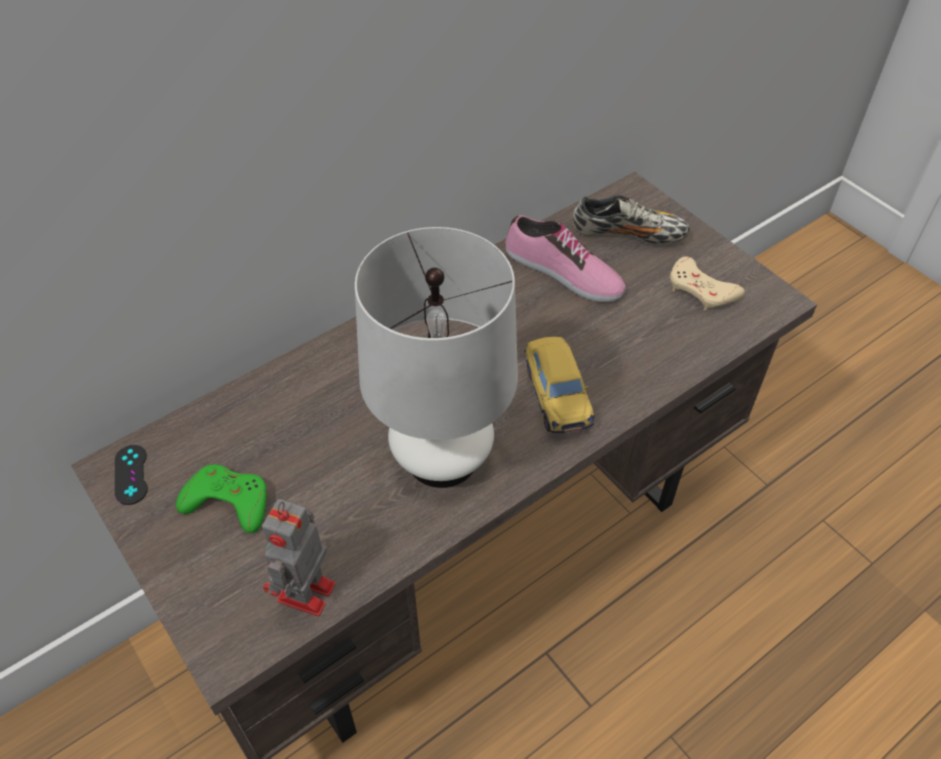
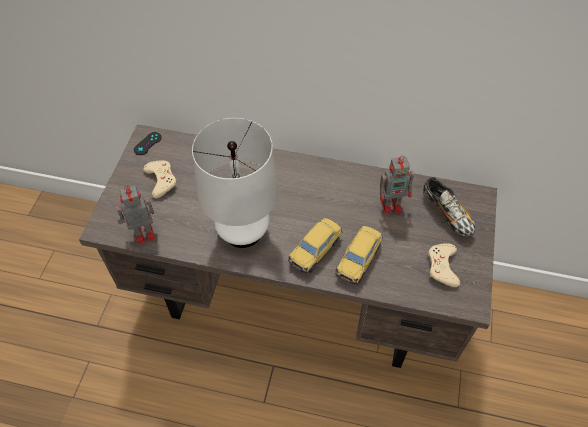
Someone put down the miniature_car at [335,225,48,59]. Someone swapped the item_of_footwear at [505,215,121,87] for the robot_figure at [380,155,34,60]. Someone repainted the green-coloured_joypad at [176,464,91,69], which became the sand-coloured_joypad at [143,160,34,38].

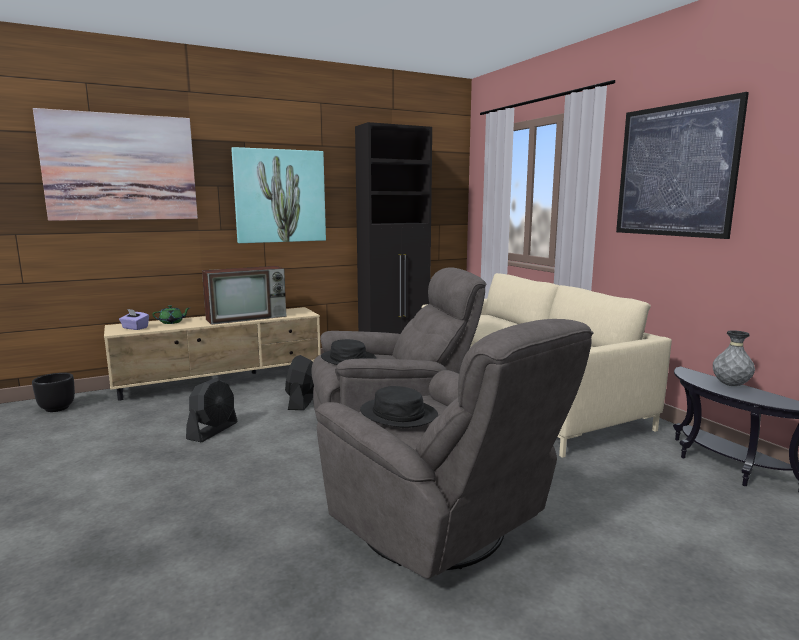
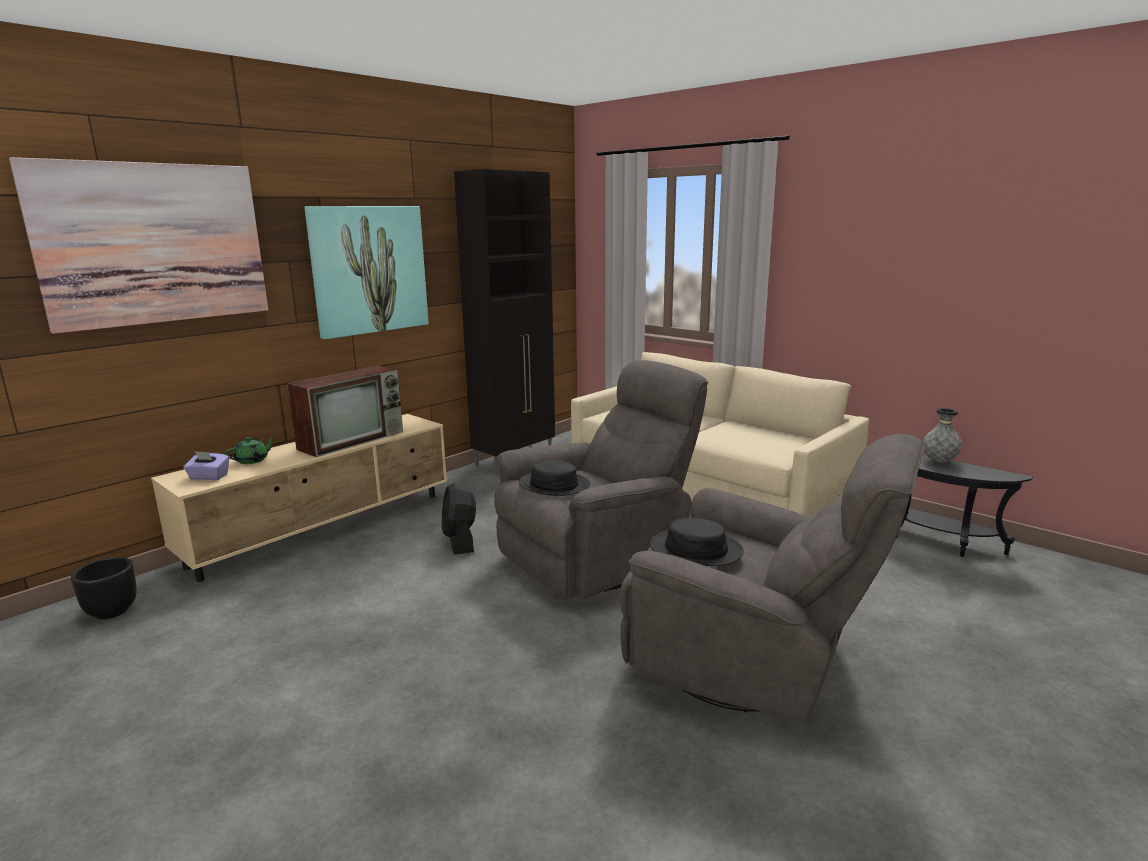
Someone took away the black-coloured_electric_fan at [186,378,51,64]. Someone took away the wall_picture at [616,92,133,147].

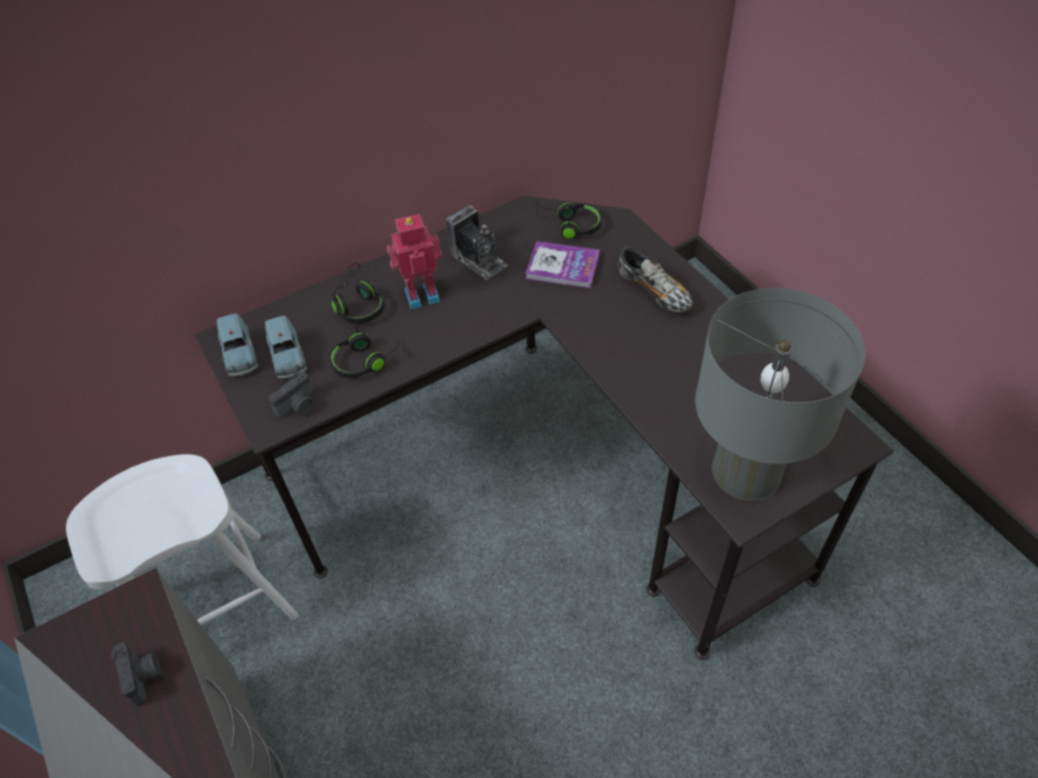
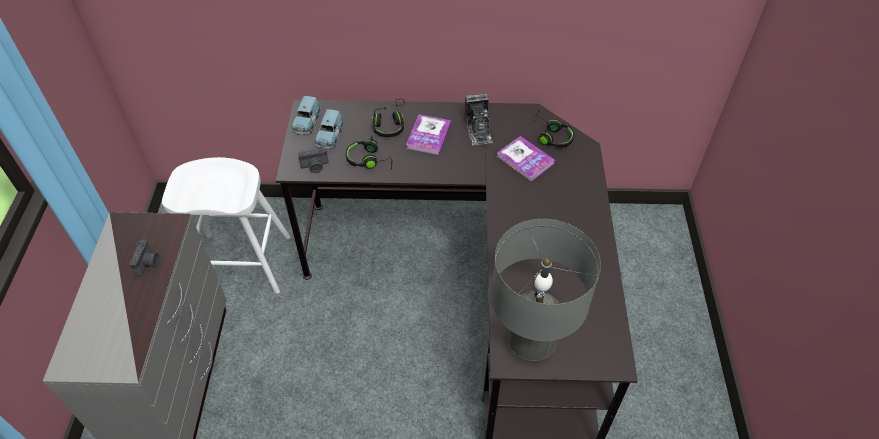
Someone took away the item_of_footwear at [618,246,75,67]. Someone swapped the robot_figure at [387,214,55,95] for the bound_book at [406,114,45,41].

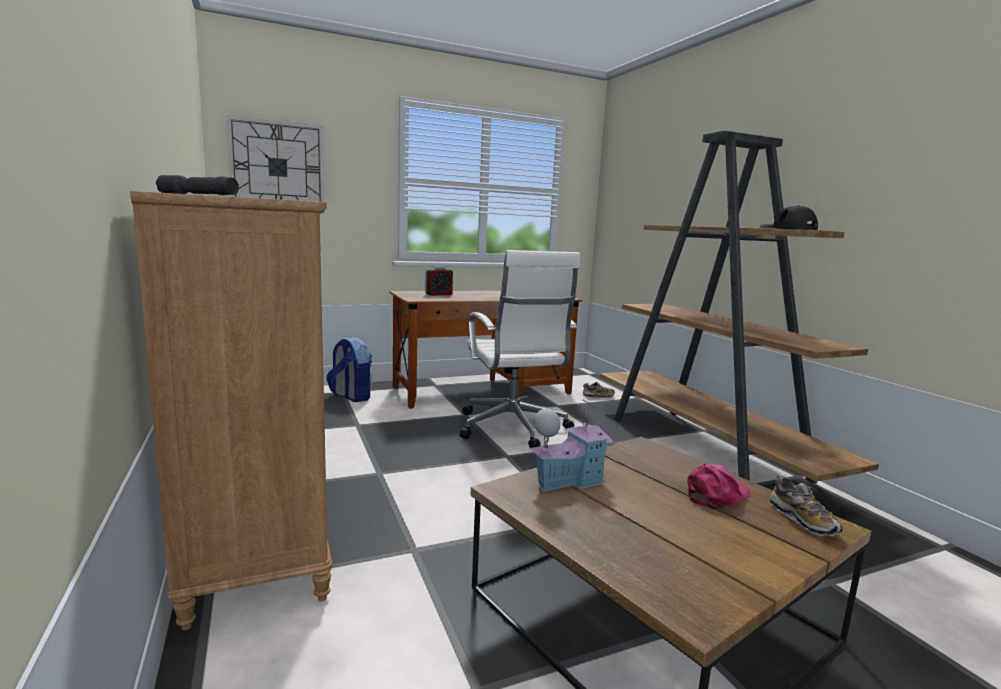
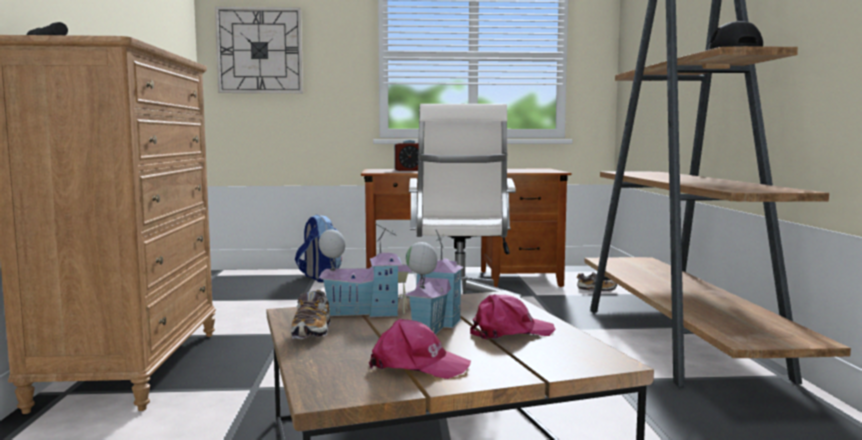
Someone put down the pinkish_baseball_cap at [369,319,102,60]. Someone put down the model_house at [405,230,58,105]. Someone carried the item_of_footwear from [770,475,72,62] to [291,290,40,49].

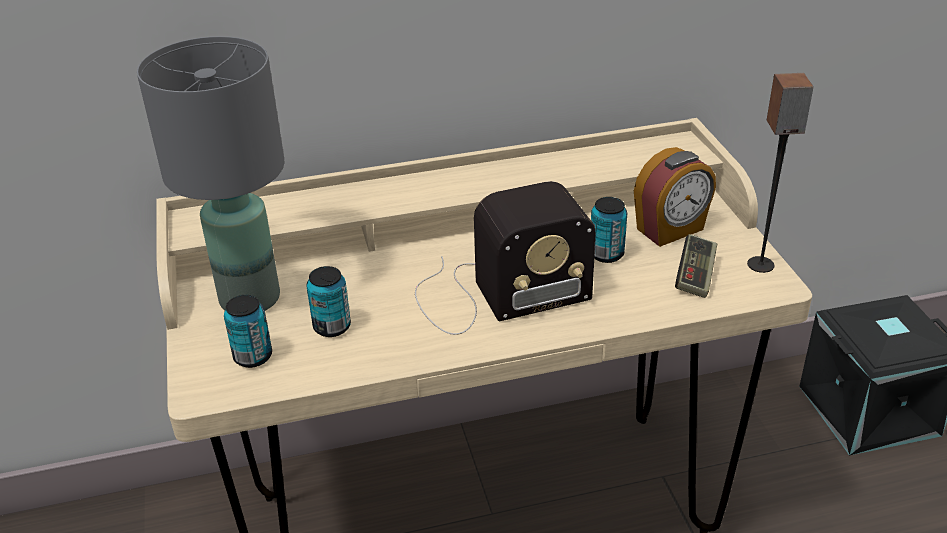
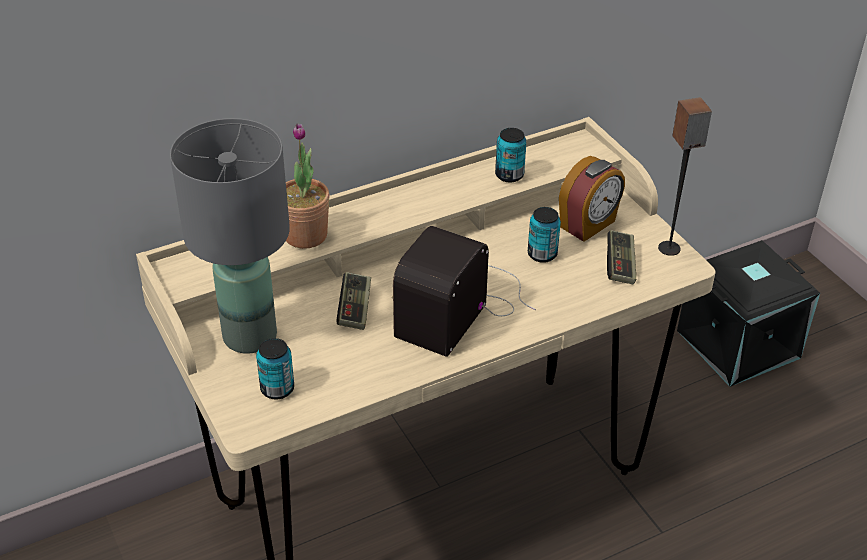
Someone put down the plant_in_a_pot at [286,123,44,126]. Someone put down the joypad at [337,272,34,58]. Someone carried the metal_can from [307,266,44,71] to [495,128,32,55]. Someone rotated the radio_set at [415,181,181,154] by 150 degrees clockwise.

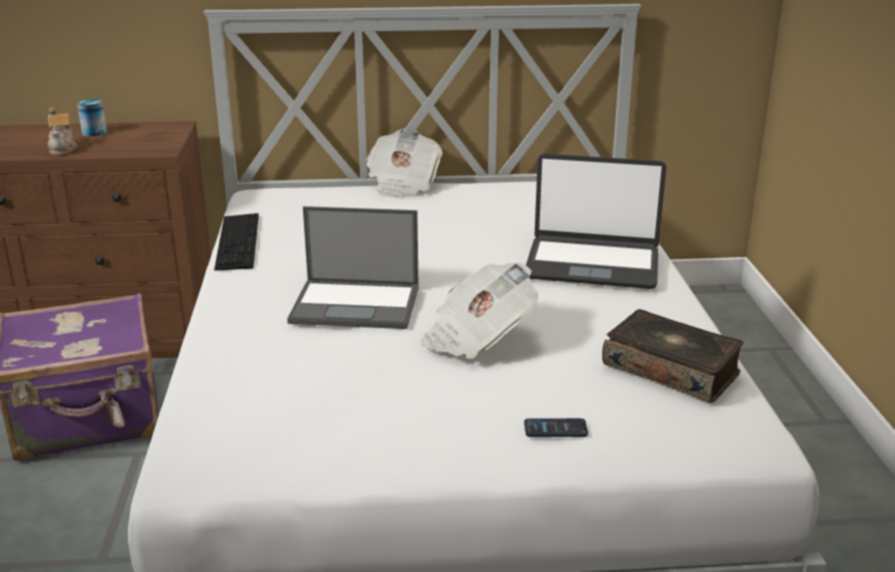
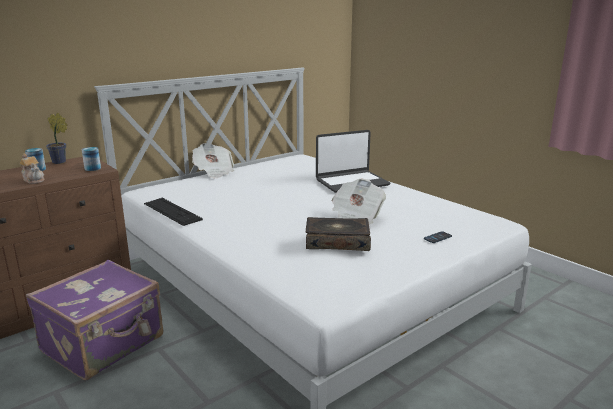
Someone took away the laptop at [287,206,132,123]. Someone put down the plant_in_a_pot at [46,113,21,51]. Someone put down the metal_can at [82,147,19,24]. Someone carried the bound_book from [602,309,142,94] to [306,217,65,34].

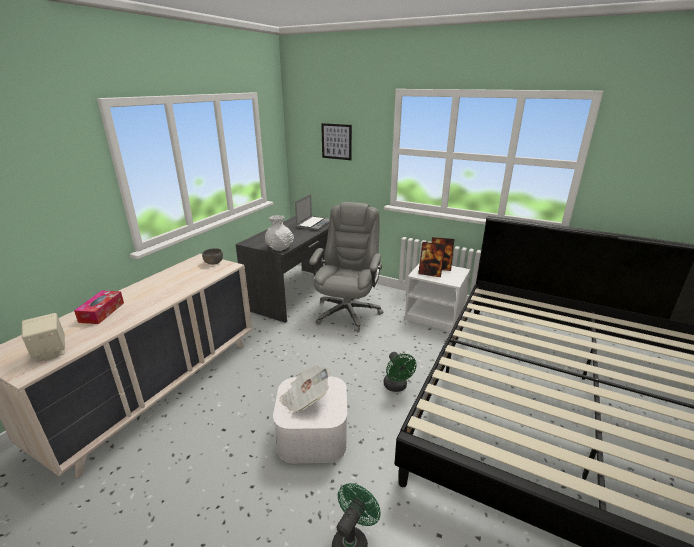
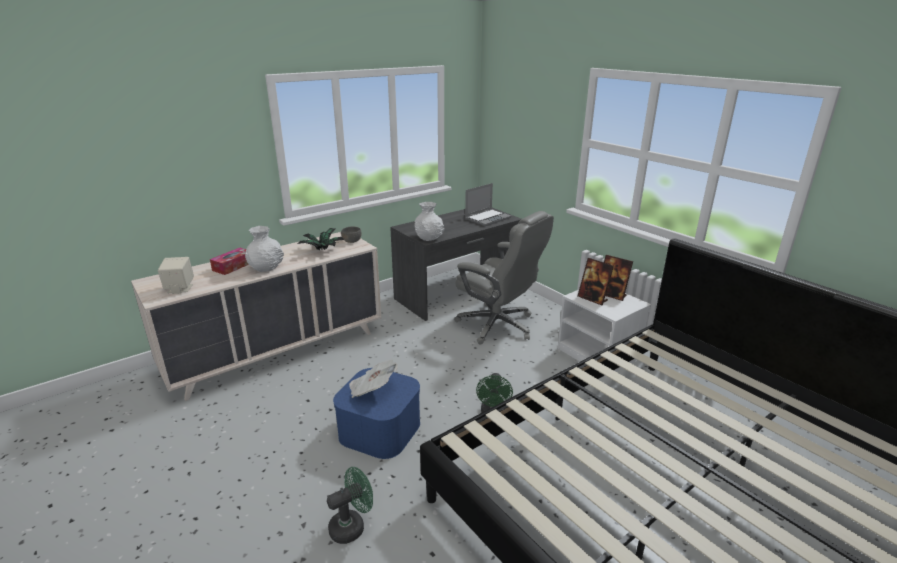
Someone took away the wall_picture at [321,123,31,37]. Someone put down the white_vase at [245,226,39,46]. Someone put down the plant_in_a_pot at [297,228,47,22]. Someone repainted the white_storage_bin at [273,376,74,87], which became the blue_storage_bin at [333,368,87,91]. Someone rotated the greyish_computer_chair at [309,202,75,130] by 90 degrees clockwise.

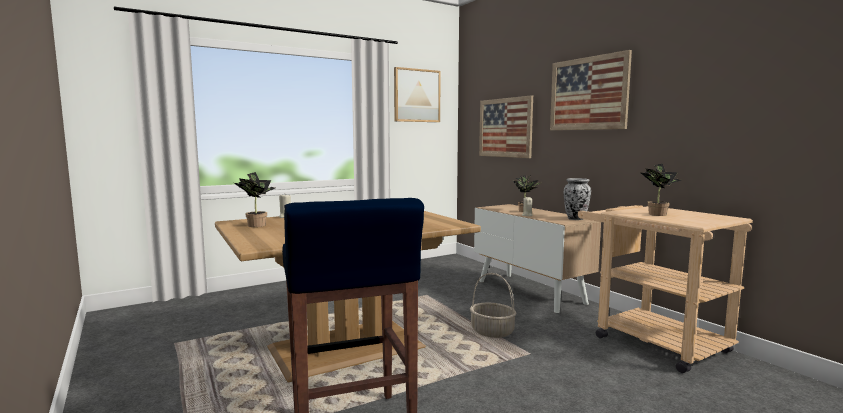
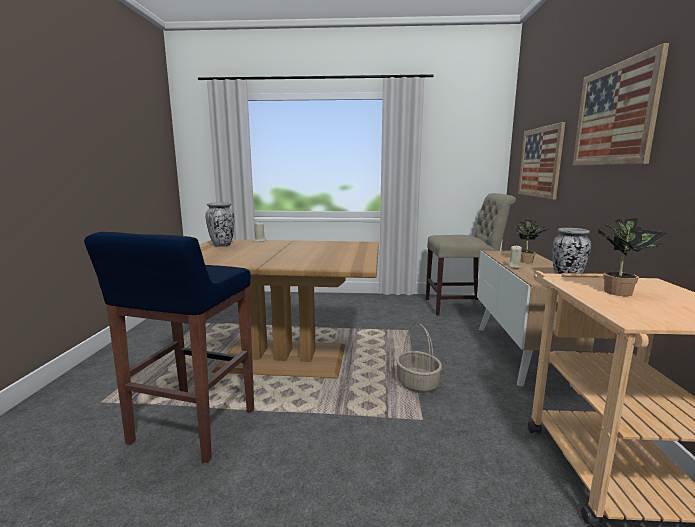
Someone took away the wall_picture at [394,67,47,55]. Someone put down the sand-coloured_plain_chair at [426,193,90,123]. Someone swapped the plant_in_a_pot at [234,172,41,55] for the vase at [205,202,30,45].

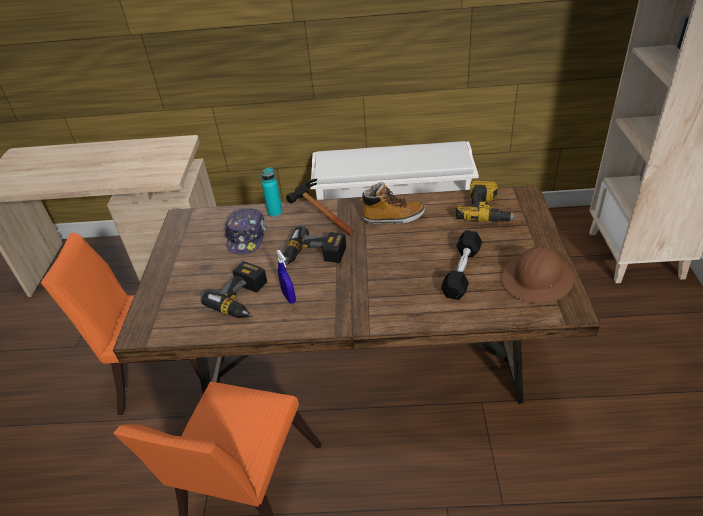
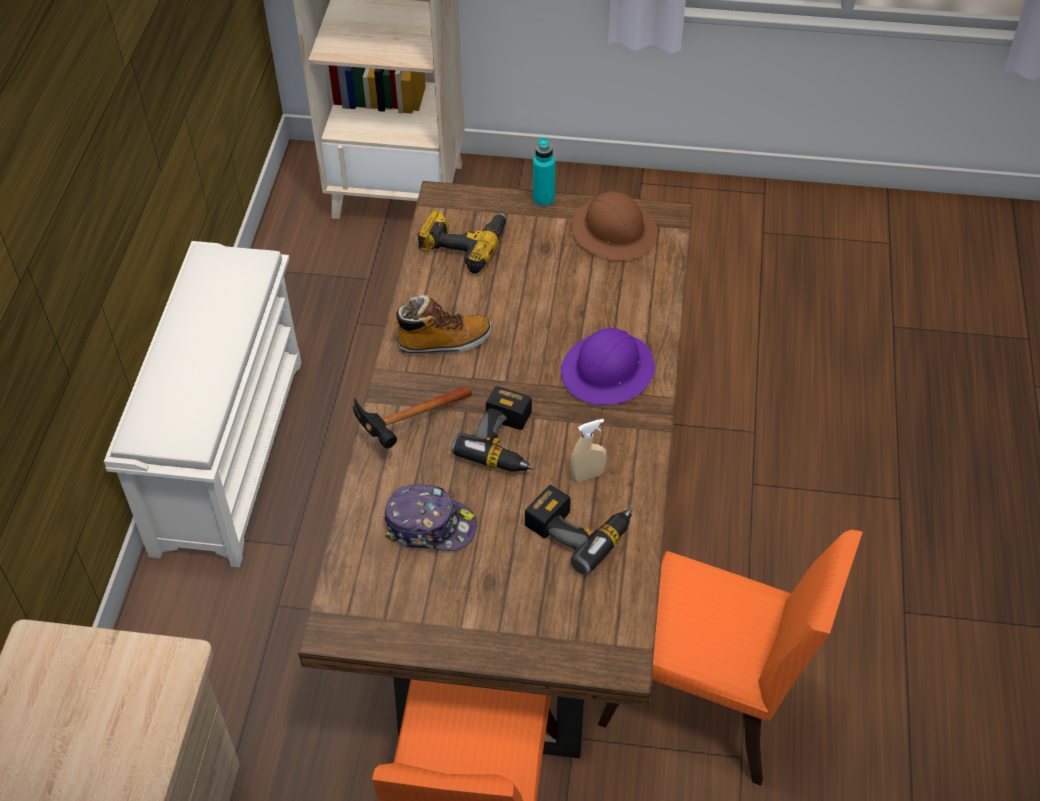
Someone took away the black-coloured_hand_weight at [441,230,41,70]. Someone put down the purplish_safety_helmet at [561,328,94,77]. Someone carried the blue-green_bottle from [262,167,21,50] to [533,138,22,69]. Someone repainted the blue_hand_sprayer at [276,250,20,53], which became the sand-coloured_hand_sprayer at [570,419,36,63]. Someone rotated the tall_boot at [360,182,65,42] by 75 degrees clockwise.

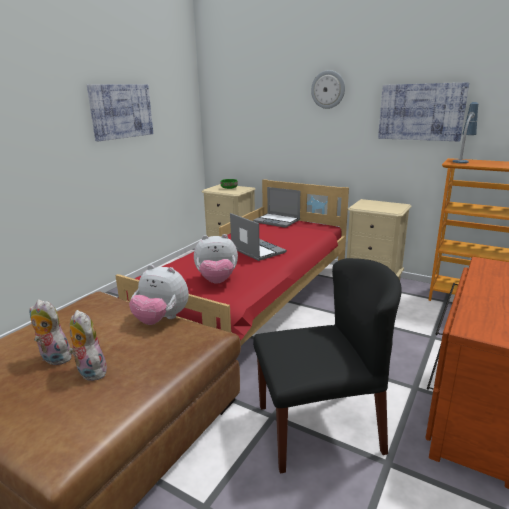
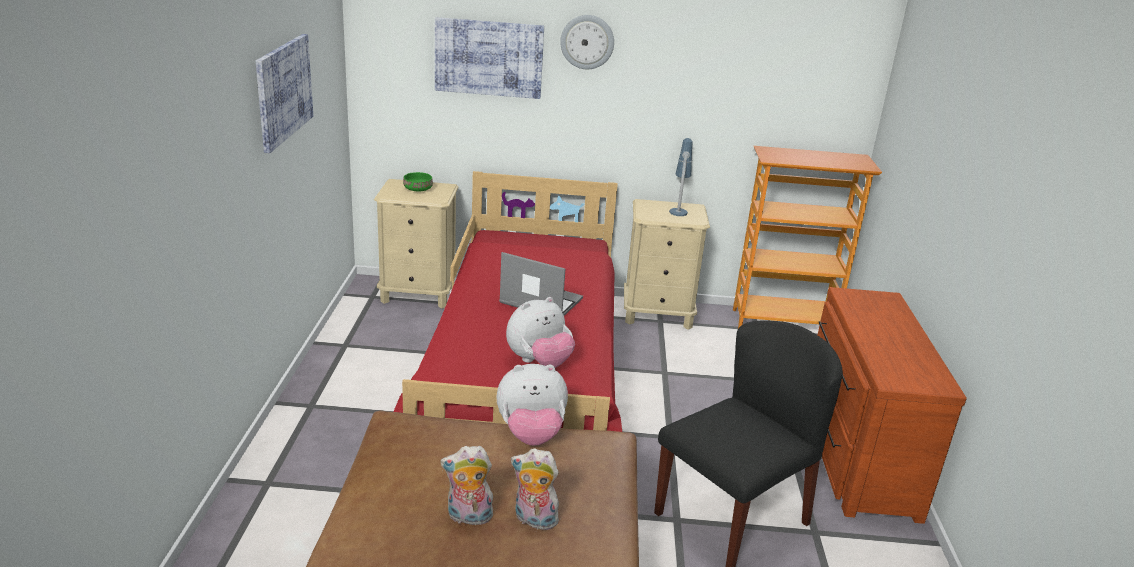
Someone took away the laptop at [253,187,47,41]. Someone carried the wall_picture from [378,82,91,59] to [435,17,109,82]. Someone carried the table_lamp from [453,102,25,61] to [669,138,24,78].

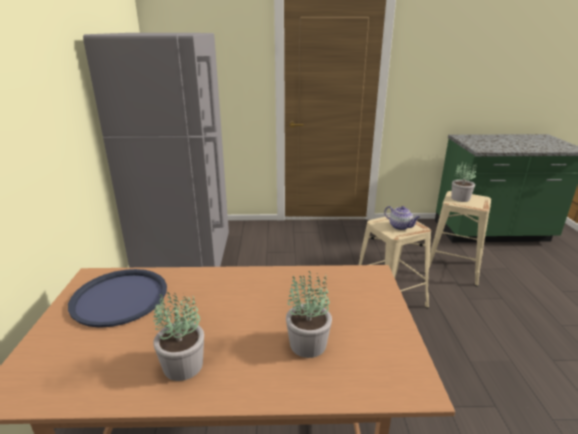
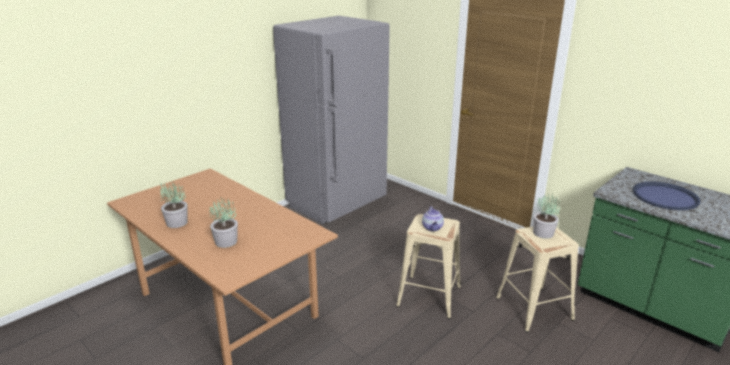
Someone carried the blue_carrying_tray from [68,269,99,59] to [633,181,68,29].

